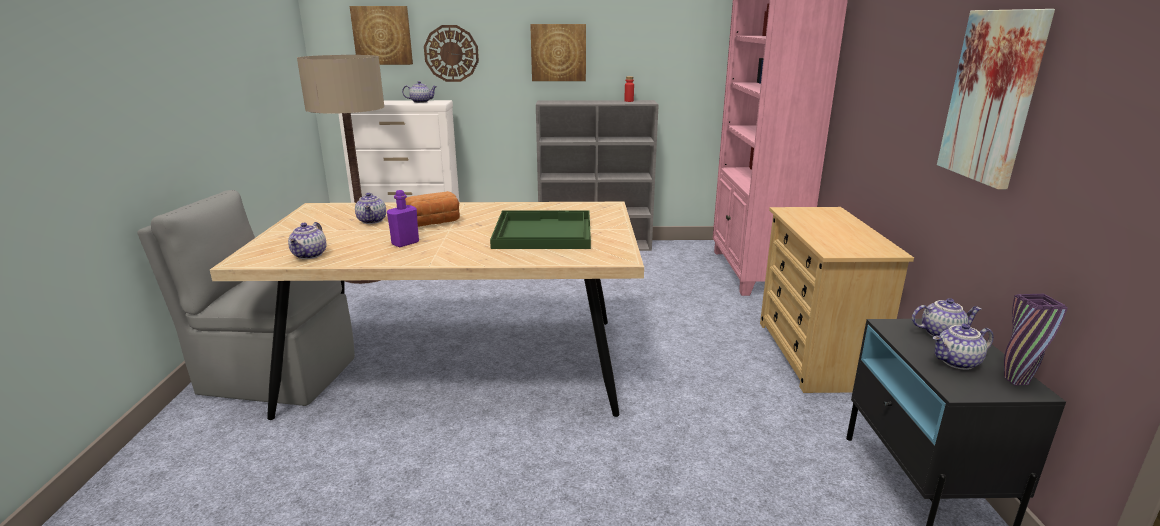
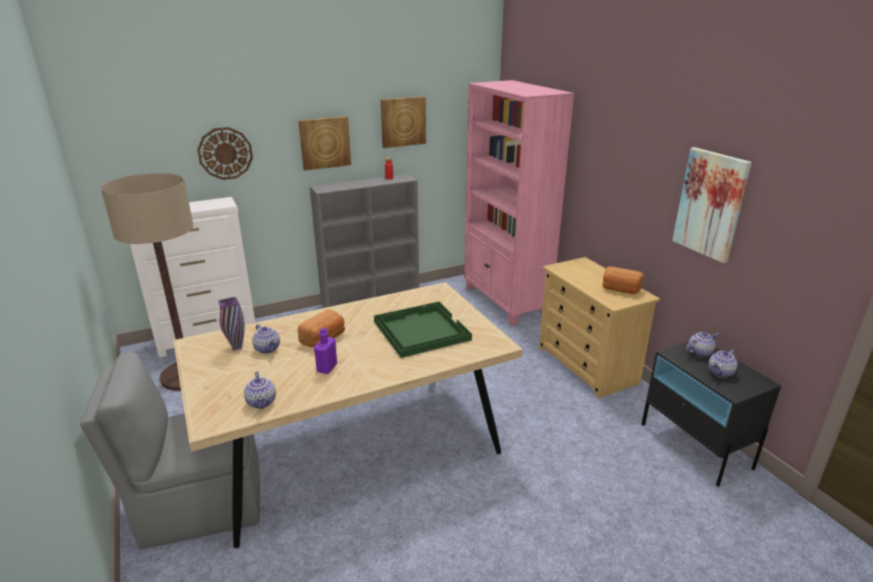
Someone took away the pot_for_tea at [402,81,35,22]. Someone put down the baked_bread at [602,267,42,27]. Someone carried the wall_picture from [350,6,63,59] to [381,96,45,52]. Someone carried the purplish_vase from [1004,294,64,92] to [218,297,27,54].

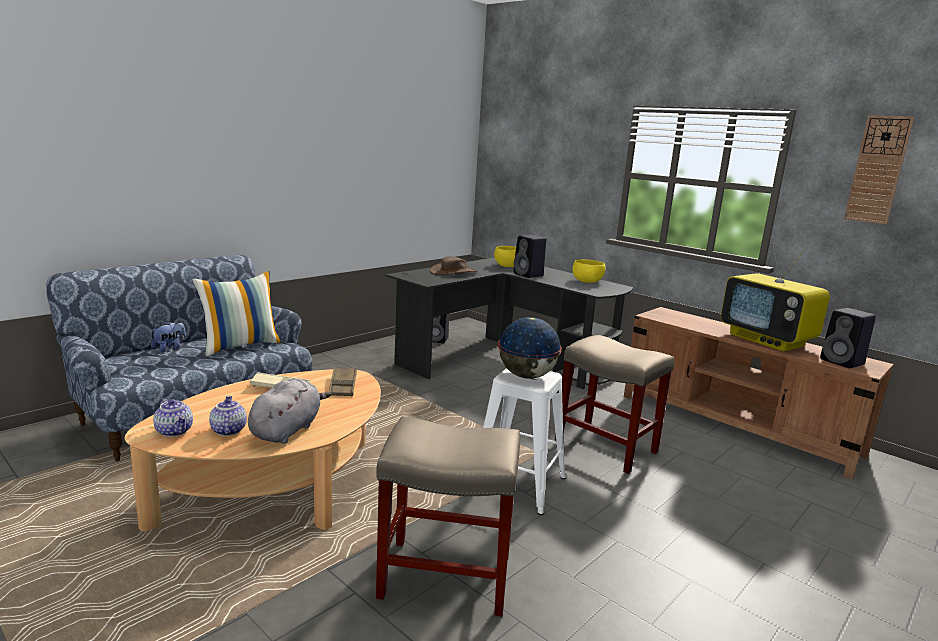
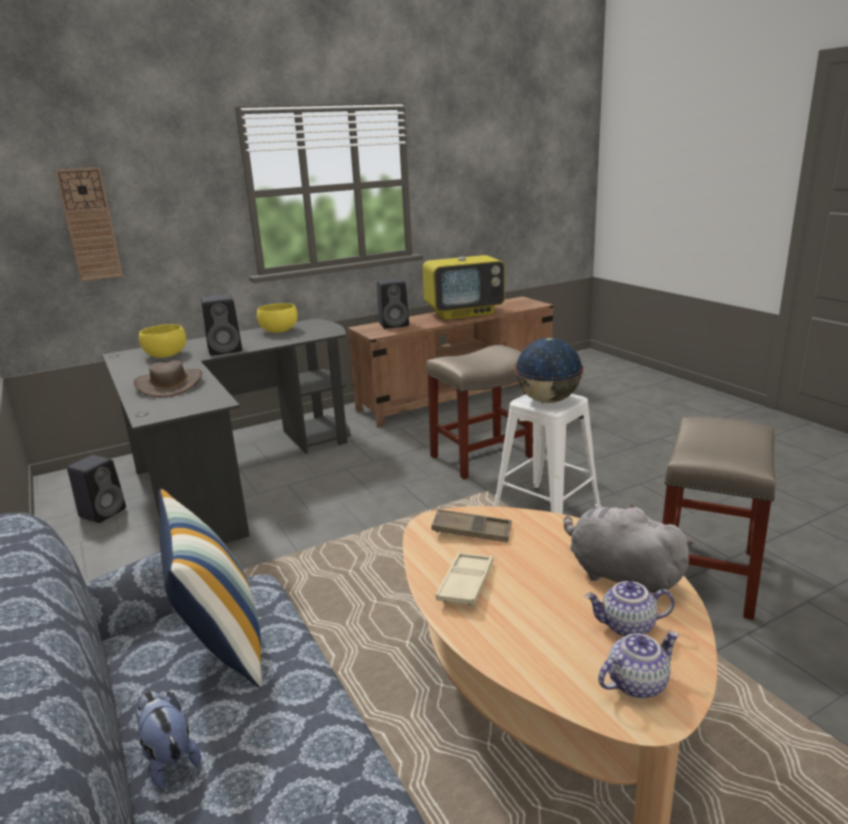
Someone carried the black-coloured_audio_speaker from [820,308,56,60] to [377,278,32,51]. Someone carried the wall_clock from [844,115,70,109] to [55,167,68,114].

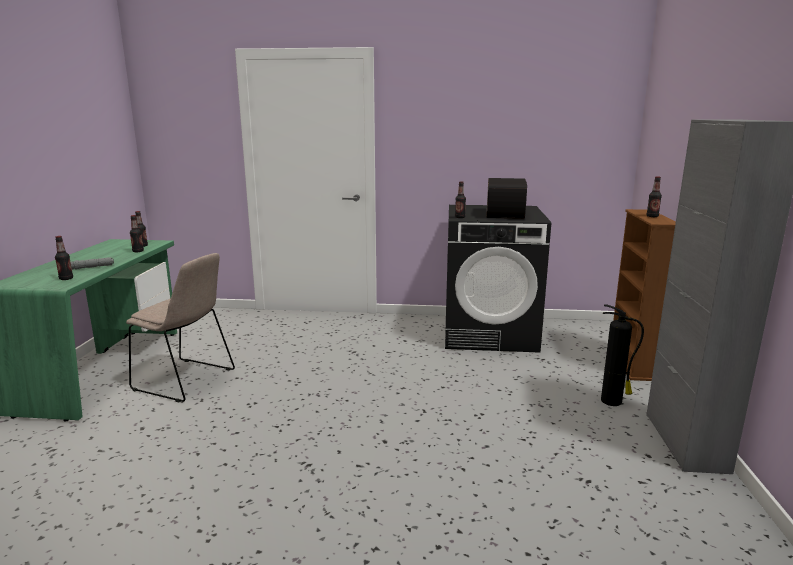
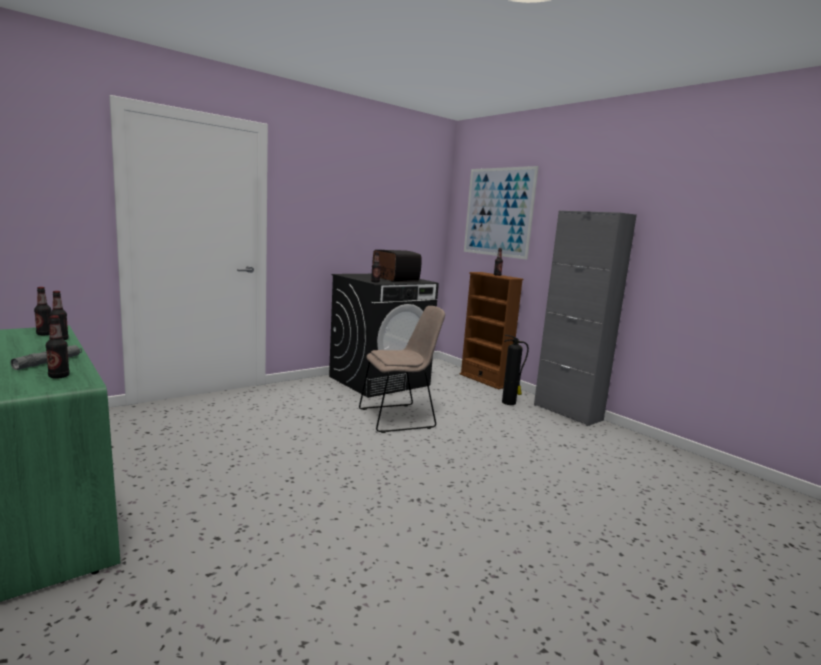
Someone put up the wall_picture at [464,166,75,94]. Someone carried the sand-coloured_plain_chair from [126,253,109,149] to [359,306,86,127].

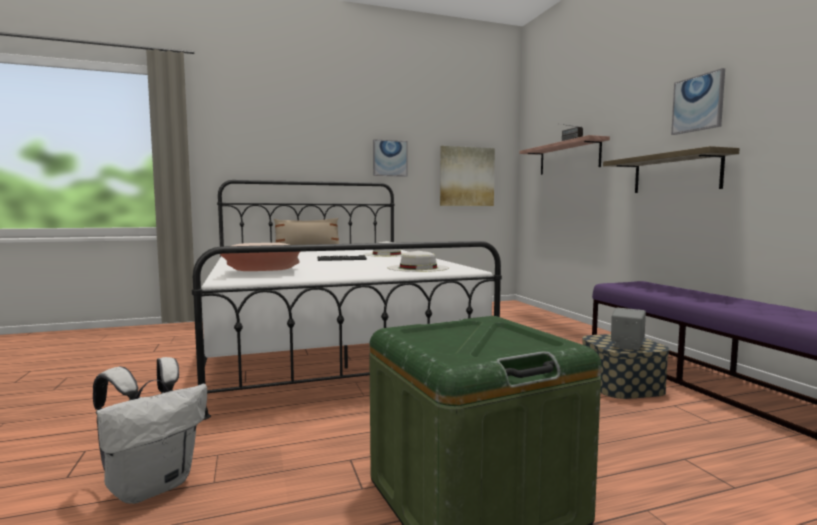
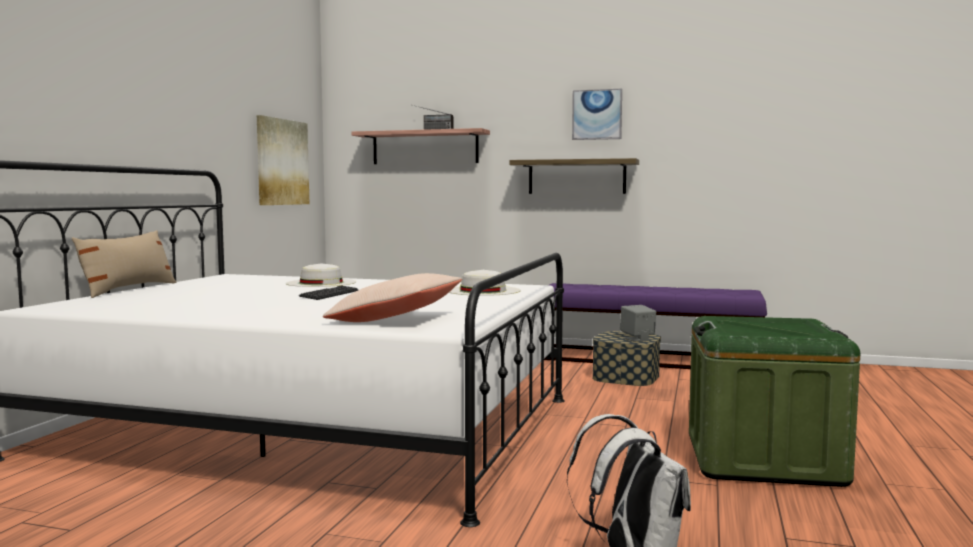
Someone took away the wall_picture at [373,139,34,38].

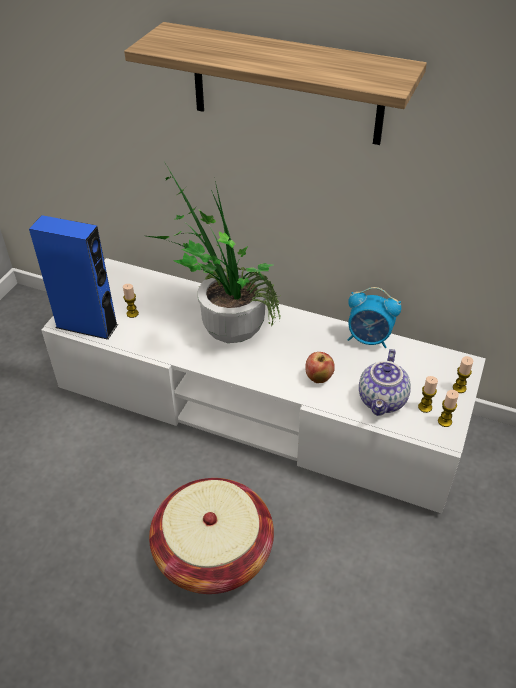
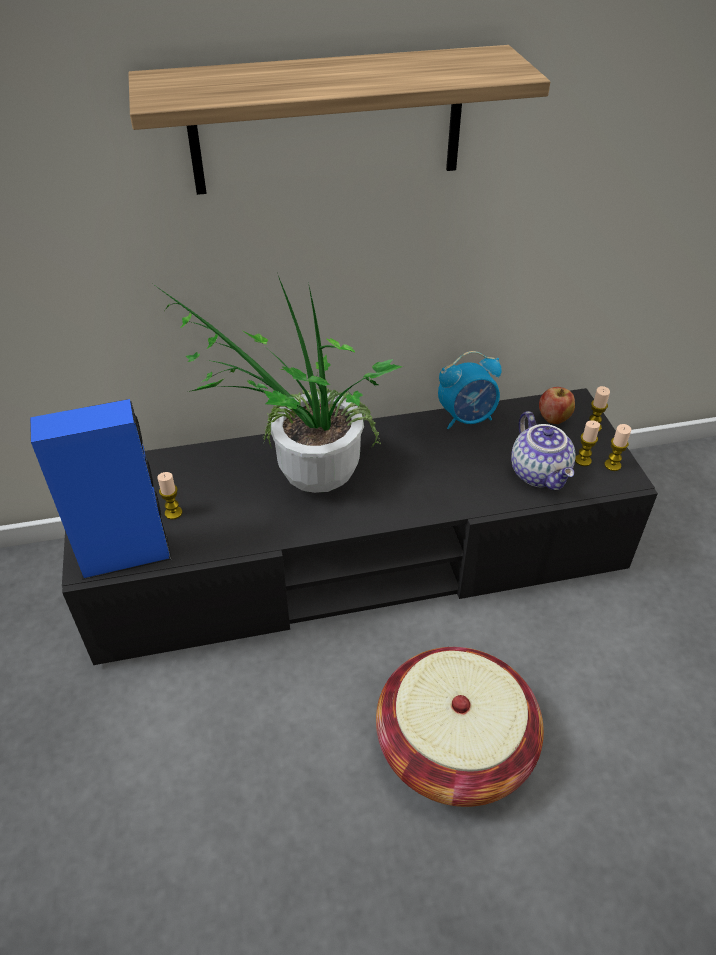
Someone carried the whole_apple from [306,352,29,31] to [539,387,36,37]. Someone repainted the white_tv_stand at [41,258,445,256], which became the black-coloured_tv_stand at [62,388,596,277].

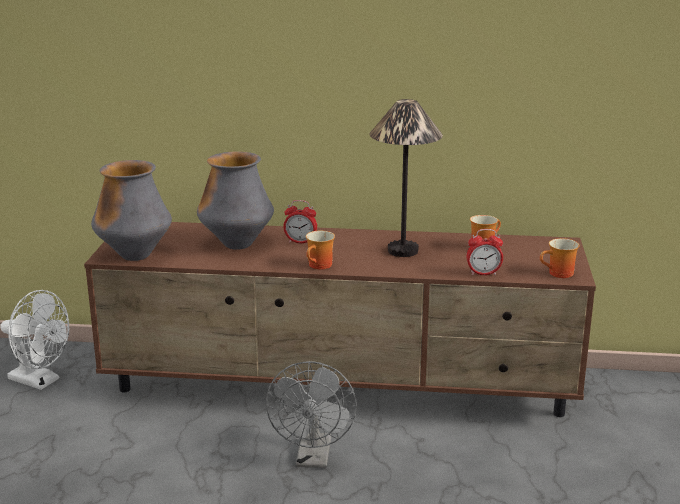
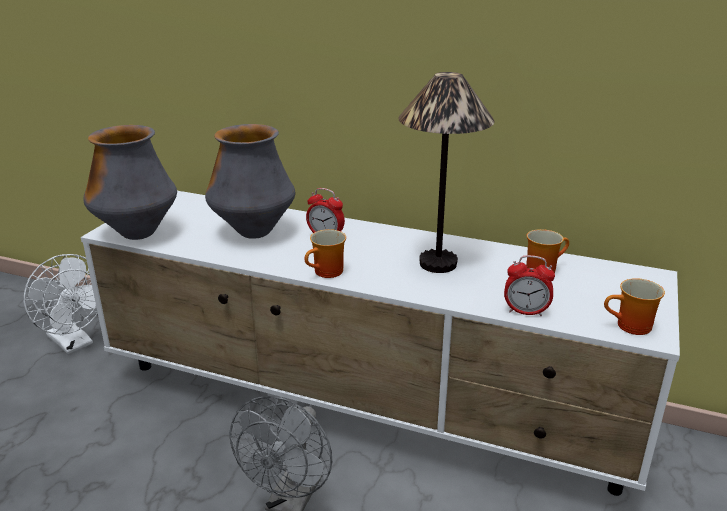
Someone repainted the brownish_tv_stand at [84,222,512,195], which became the white_tv_stand at [81,191,599,305].

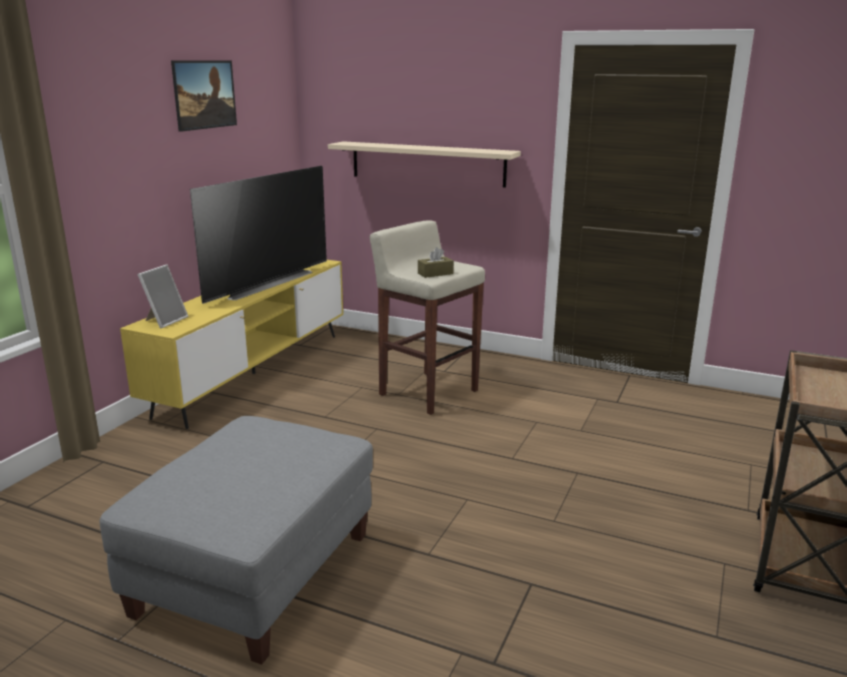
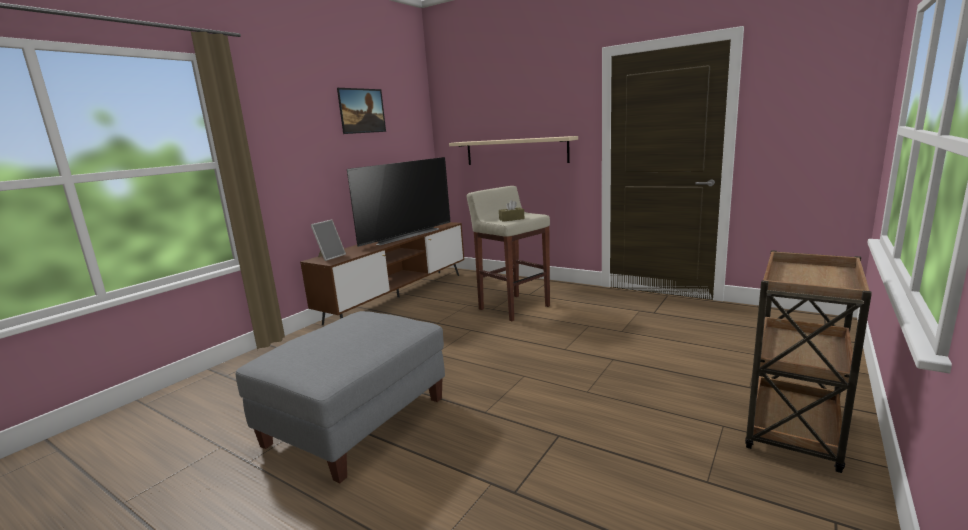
Someone repainted the yellowish_tv_stand at [120,260,223,169], which became the brownish_tv_stand at [300,222,164,103].

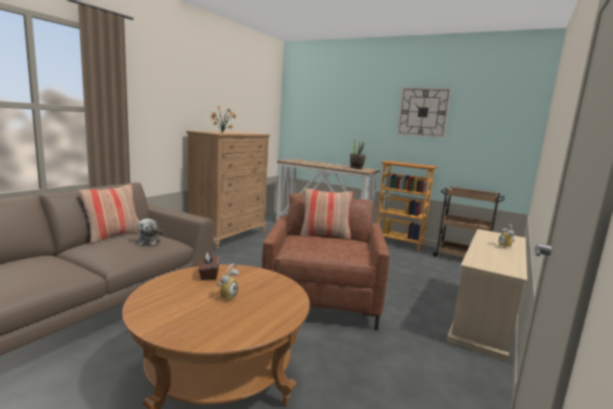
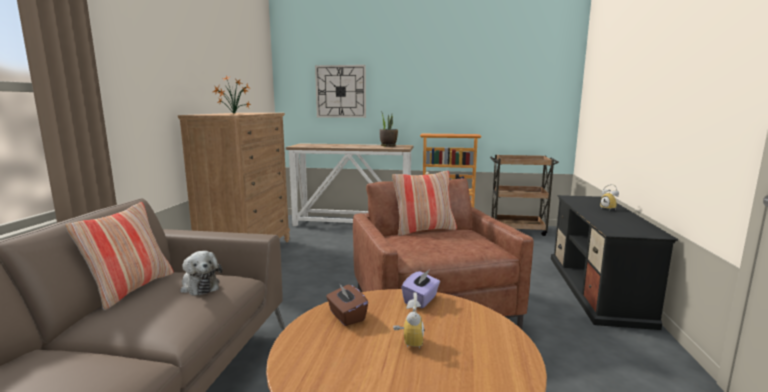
Someone put down the purplish_tissue_holder at [401,269,39,39]. Someone carried the wall_clock from [397,87,54,51] to [315,65,51,53]. Someone repainted the sand-coloured_tv_stand at [447,229,80,133], which became the black-coloured_tv_stand at [551,195,127,135].

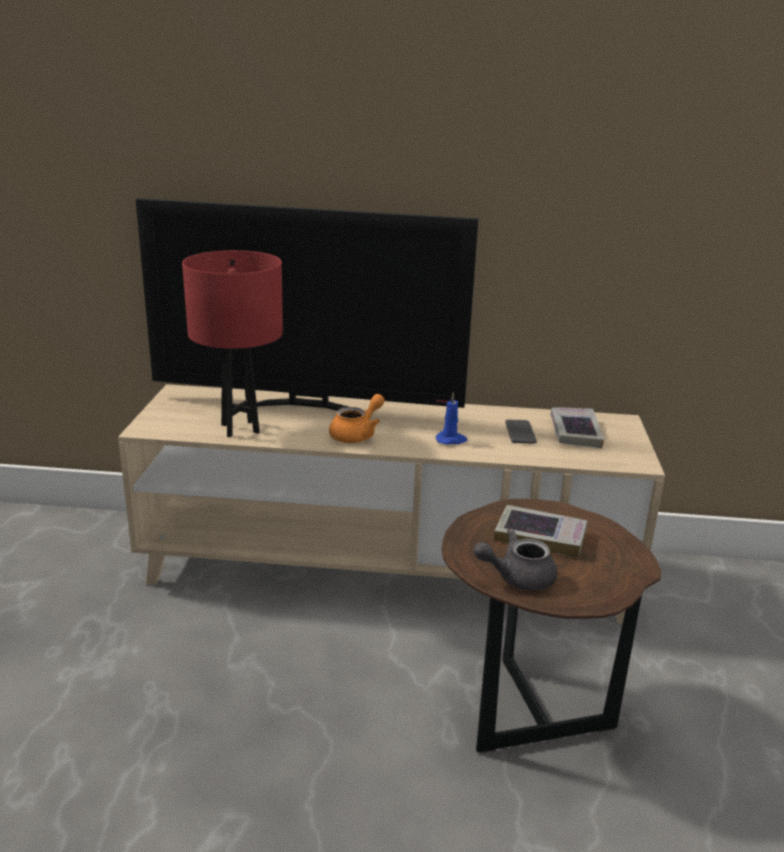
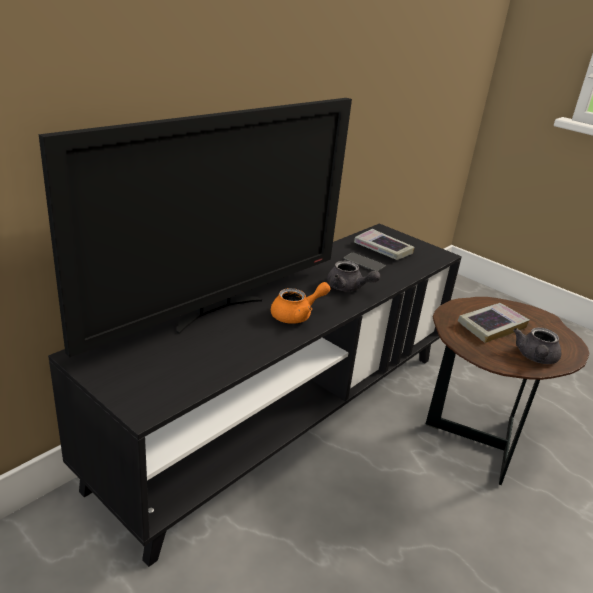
Someone took away the red-coloured_table_lamp at [182,250,101,187]. Someone swapped the blue_wax_light at [435,392,32,52] for the greyish_pot_for_tea at [327,261,54,31]. Someone repainted the sand-coloured_tv_stand at [118,384,547,240], which became the black-coloured_tv_stand at [48,223,414,344]. Someone rotated the orange_pot_for_tea at [329,394,56,49] by 75 degrees clockwise.

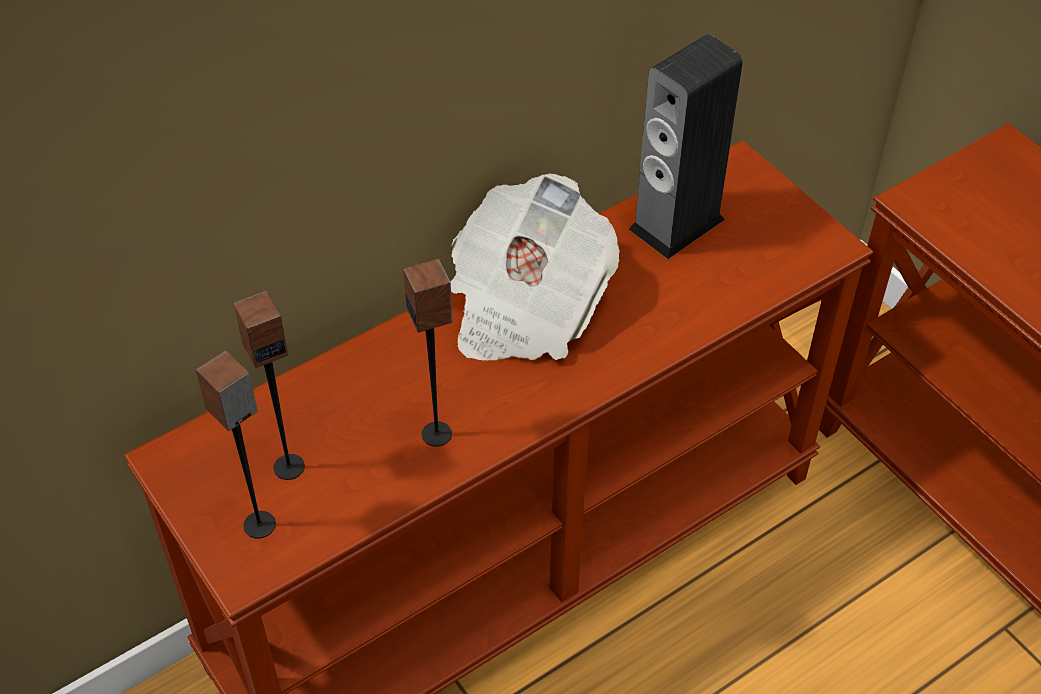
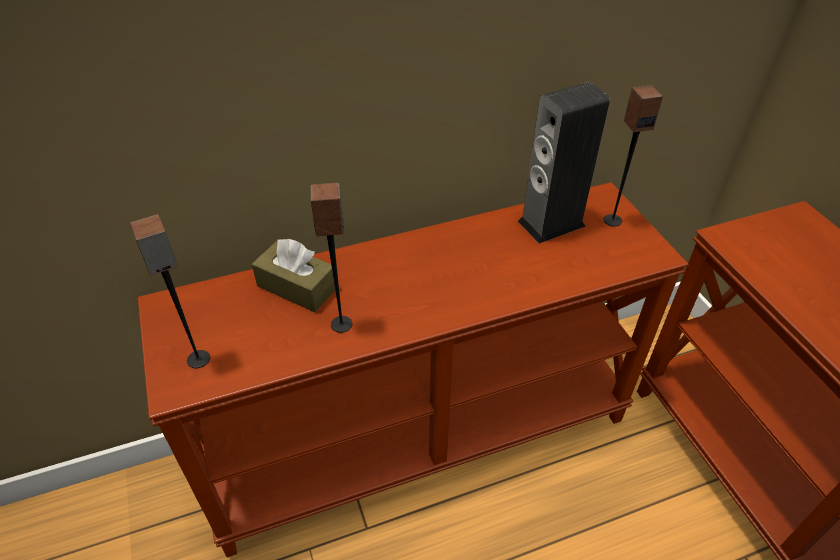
Someone took away the printed_paper at [450,174,170,187]. Someone put down the brownish_tissue_holder at [252,239,83,73]. Someone carried the audio_speaker from [234,291,71,189] to [603,85,60,141].

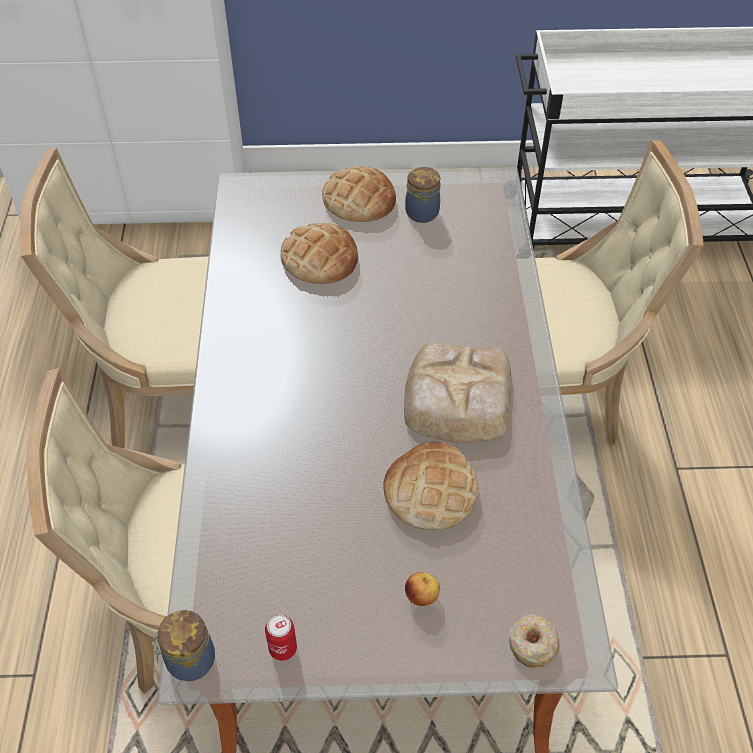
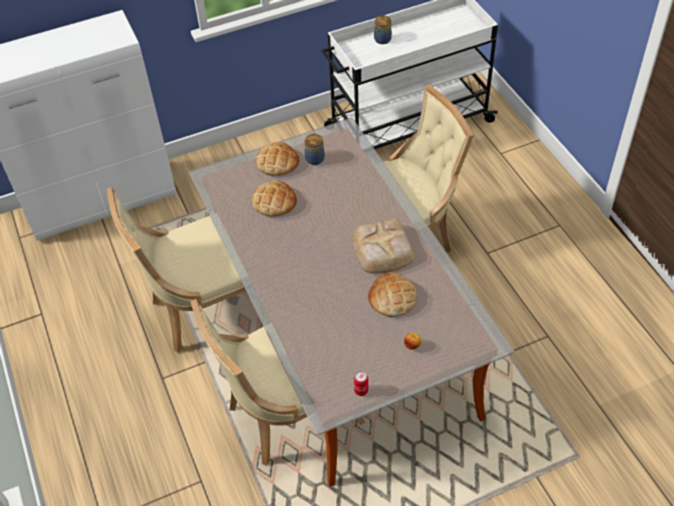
Someone took away the donut at [509,614,51,55]. Someone carried the jar from [151,610,64,71] to [374,16,18,28].

